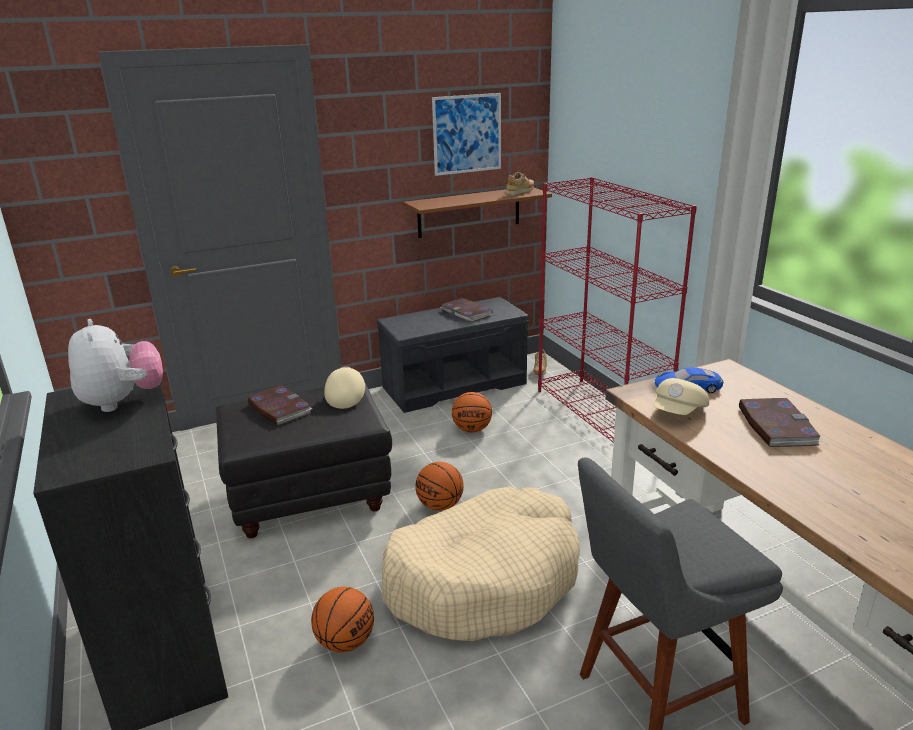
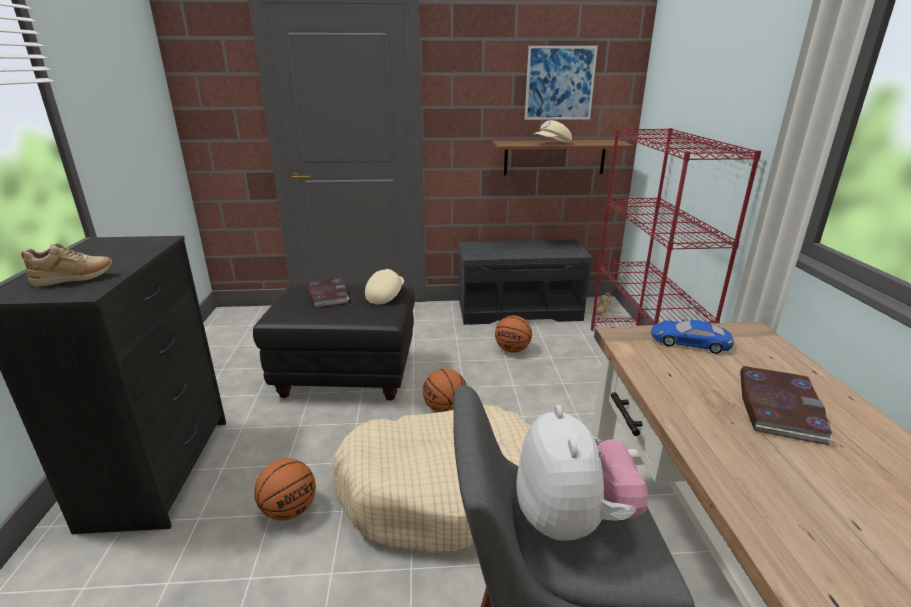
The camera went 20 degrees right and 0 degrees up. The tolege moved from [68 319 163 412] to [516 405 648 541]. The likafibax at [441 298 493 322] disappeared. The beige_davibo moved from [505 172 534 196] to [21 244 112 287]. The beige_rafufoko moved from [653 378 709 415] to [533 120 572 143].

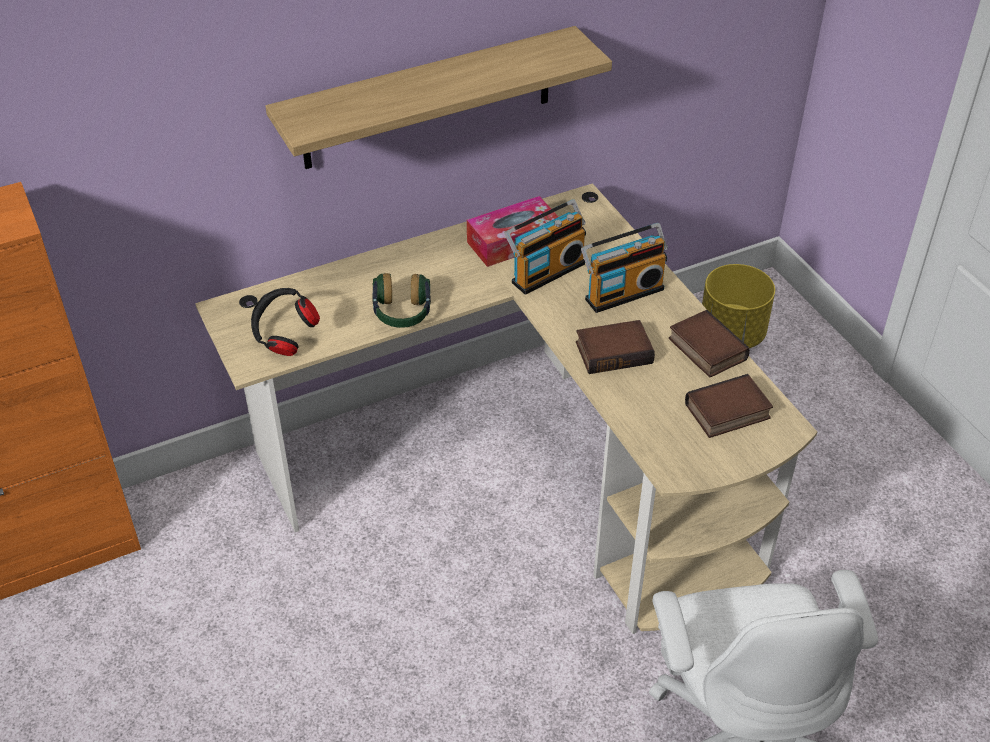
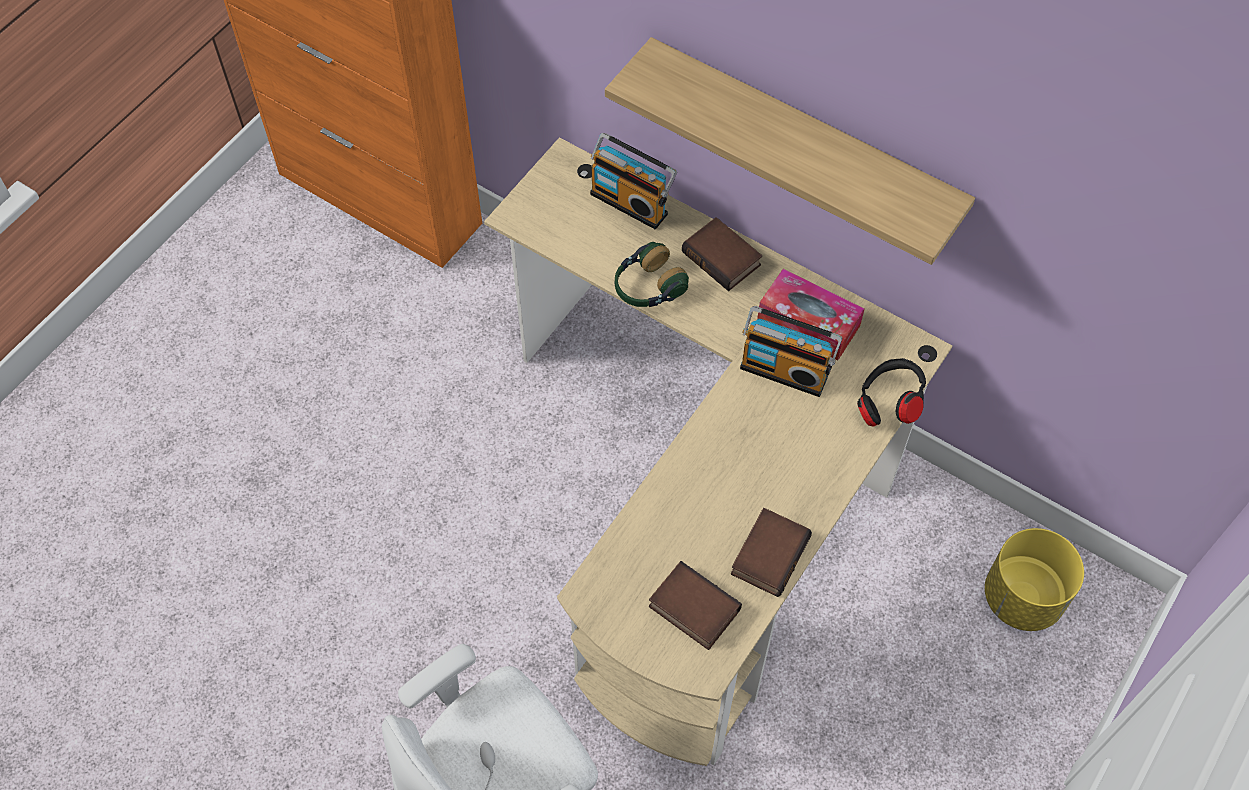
The camera went 60 degrees right and 15 degrees up. The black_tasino moved from [251 288 320 356] to [857 358 926 427]. The likafibax moved from [576 320 655 374] to [682 217 762 291]. The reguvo moved from [581 223 668 313] to [590 133 677 229].

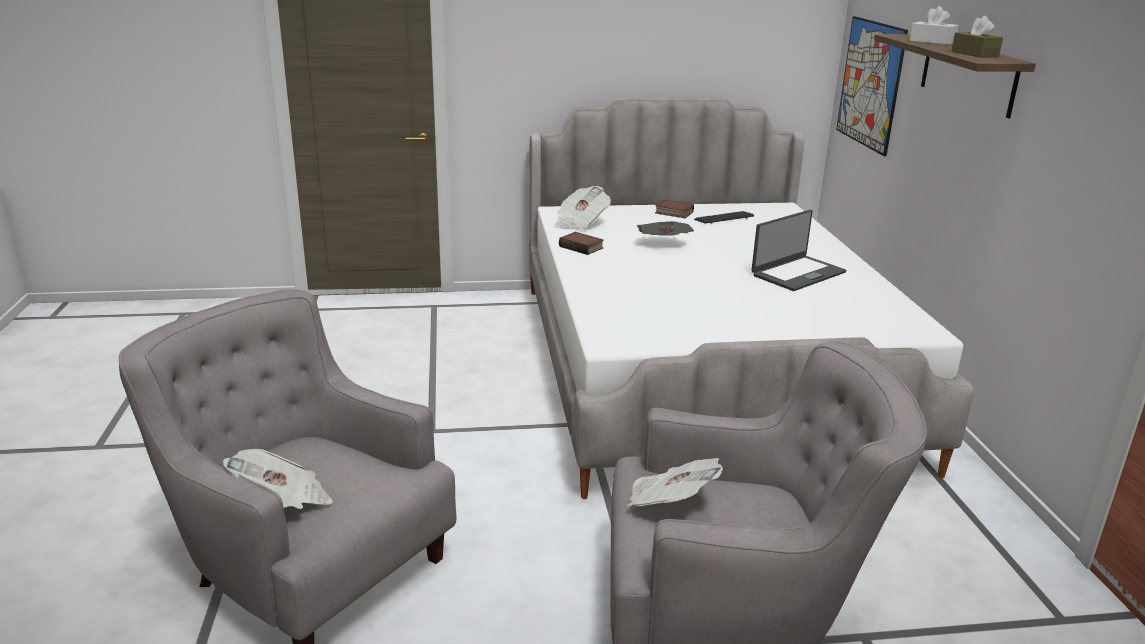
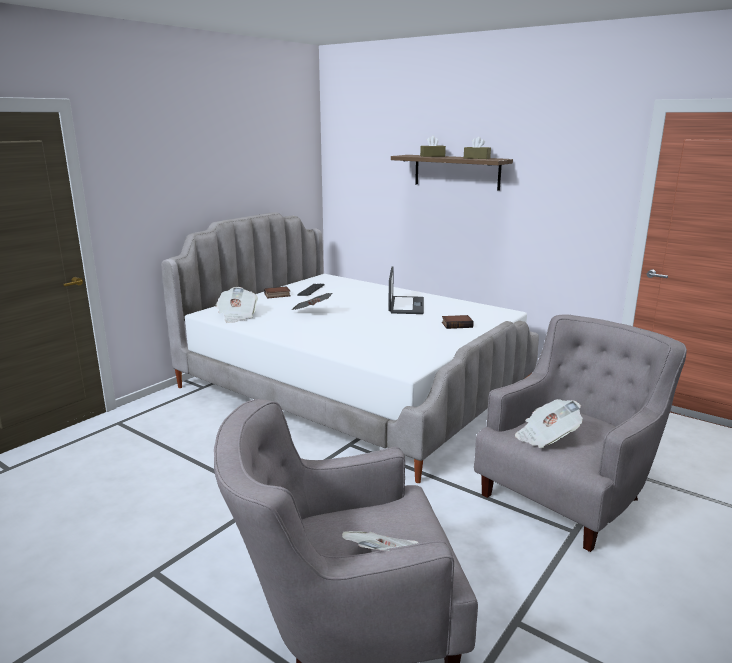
The camera went 45 degrees left and 5 degrees down. The likafibax moved from [559 232 604 255] to [442 315 473 329]. The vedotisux at [836 16 908 157] disappeared. The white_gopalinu at [910 6 959 45] became the brown_gopalinu at [420 136 446 157].

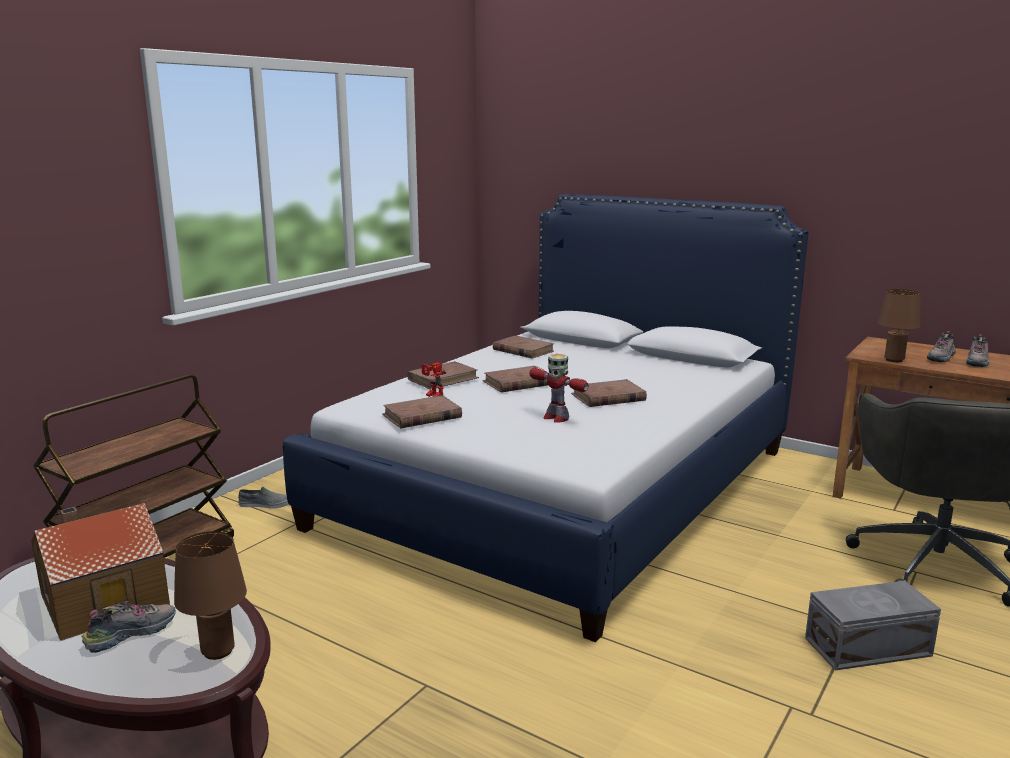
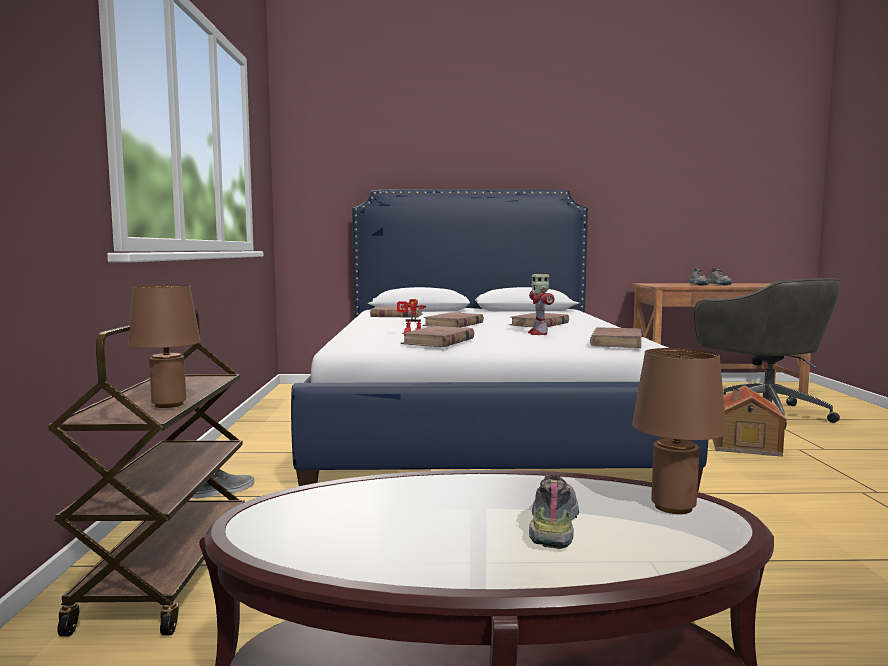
The camera went 35 degrees left and 10 degrees down. The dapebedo moved from [31 503 170 641] to [713 385 787 457]. The brown_likafibax moved from [407 361 479 390] to [590 327 642 348]. The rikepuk at [529 354 589 423] turned 75 degrees clockwise. The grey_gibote at [805 581 941 671] disappeared. The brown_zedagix moved from [877 289 920 362] to [128 285 201 408].

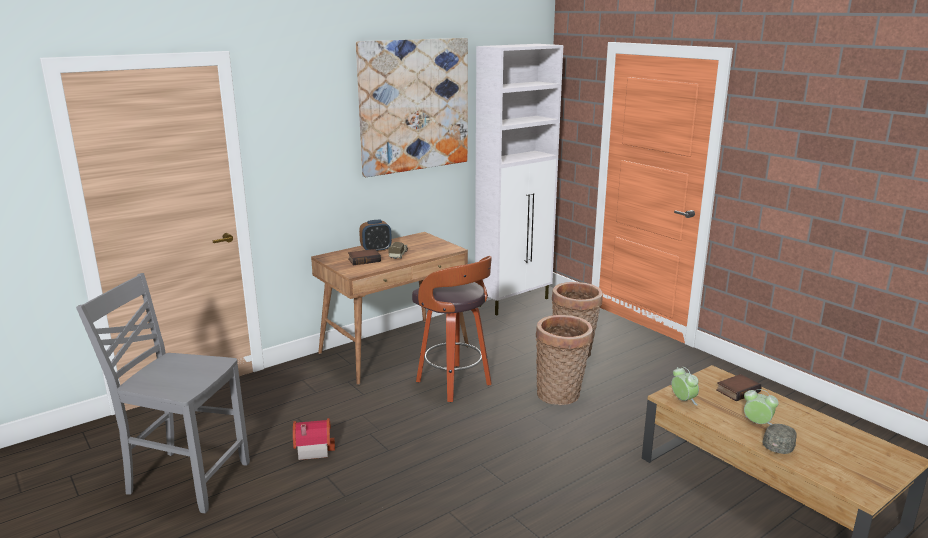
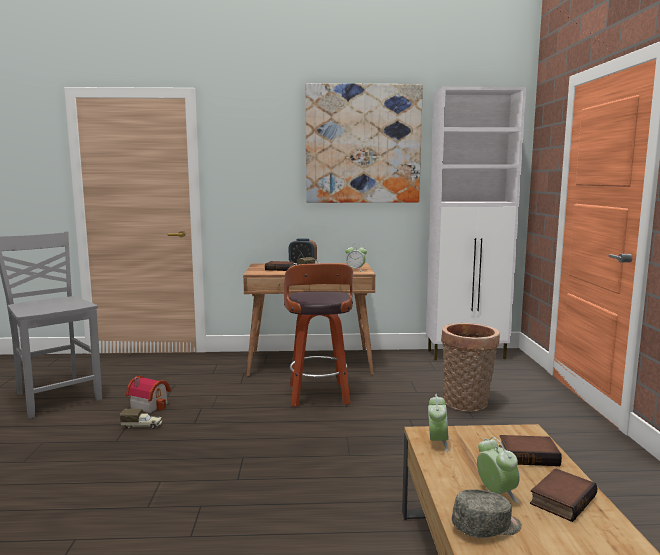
The camera went 35 degrees right and 10 degrees down. The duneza at [536 315 593 405] disappeared. The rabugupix at [120 409 162 429] appeared. The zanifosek at [345 246 367 272] appeared. The likafibax at [530 468 597 522] appeared.

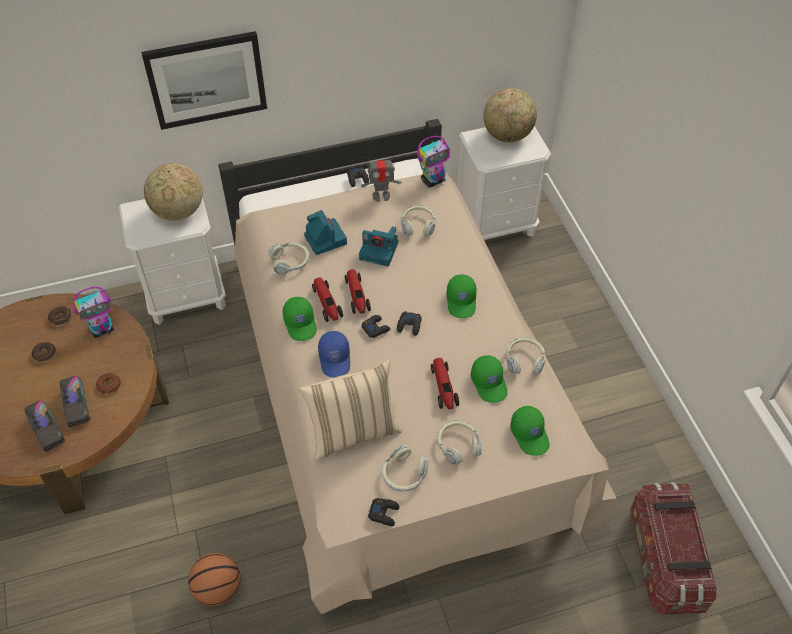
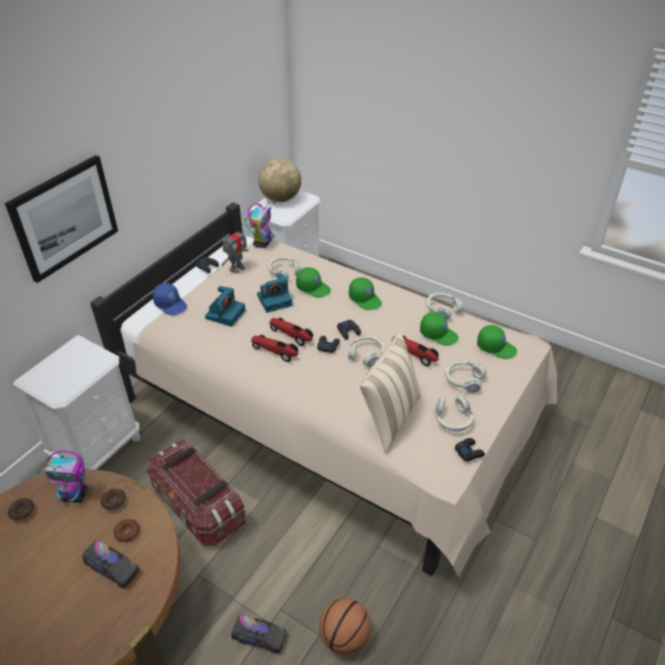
The camera went 40 degrees left and 10 degrees down. The rabugupix moved from [25 400 65 452] to [231 614 287 654]. The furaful moved from [32 342 56 363] to [100 489 126 511]. The rikepuk at [73 287 114 338] turned 75 degrees clockwise. The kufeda at [144 163 203 221] disappeared. The tasino moved from [268 242 310 275] to [348 335 385 367]. The green_rafufoko moved from [283 296 316 341] to [296 267 331 298]. The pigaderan at [304 210 347 255] turned 90 degrees clockwise. The blue_rafufoko moved from [318 331 350 378] to [153 283 187 316]. The gibote moved from [630 482 716 614] to [147 439 246 546].

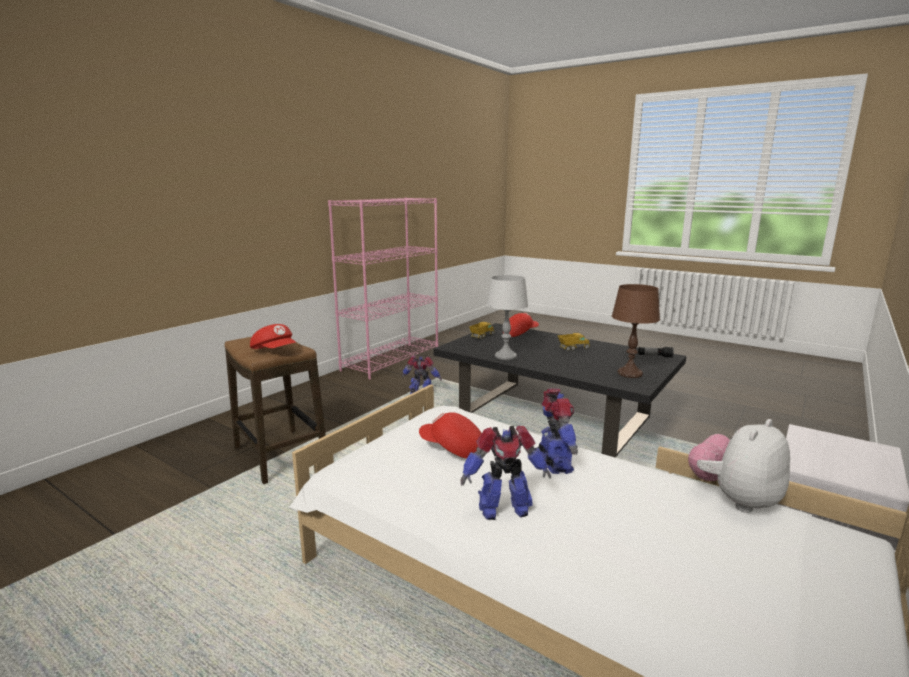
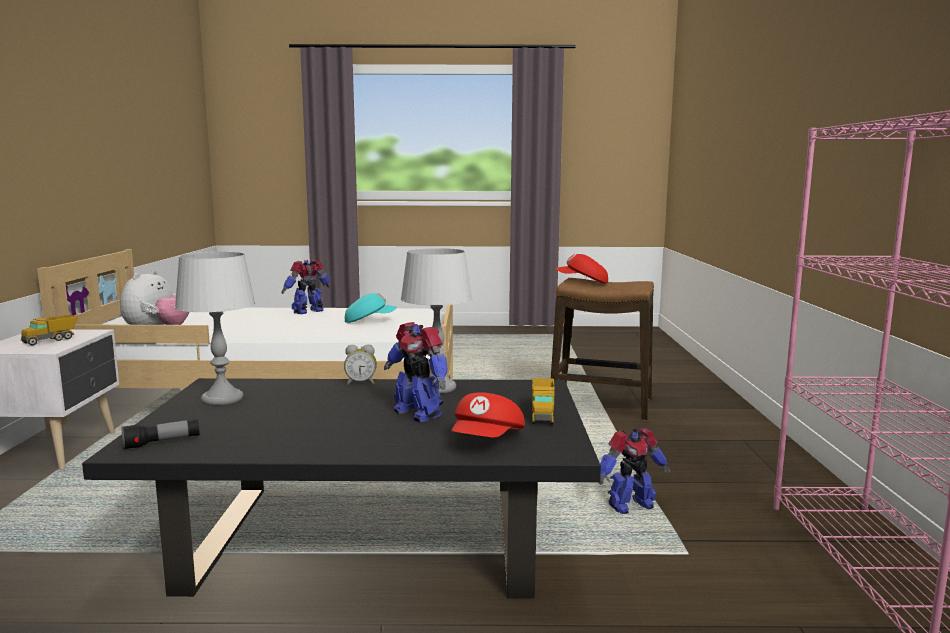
The camera went 145 degrees right and 5 degrees down. The red_rafufoko at [419 412 482 459] became the turquoise_rafufoko at [345 293 397 323]. The rikepuk moved from [537 388 578 474] to [384 322 448 422]. The rabugupix moved from [557 333 590 351] to [21 315 78 345]. The brown_zedagix at [612 284 660 378] became the grey_zedagix at [175 252 255 405]. The zanifosek at [344 344 377 385] appeared.

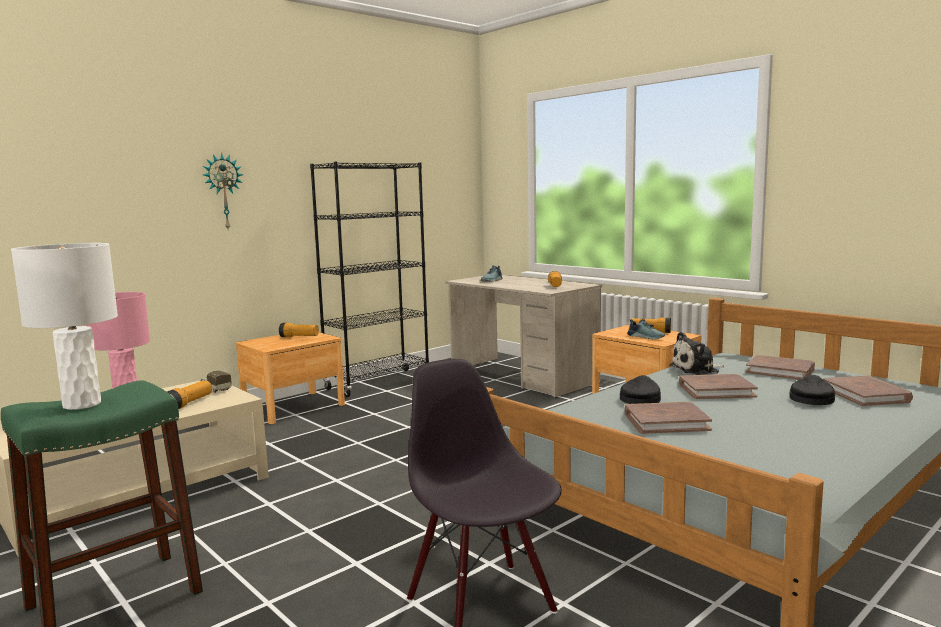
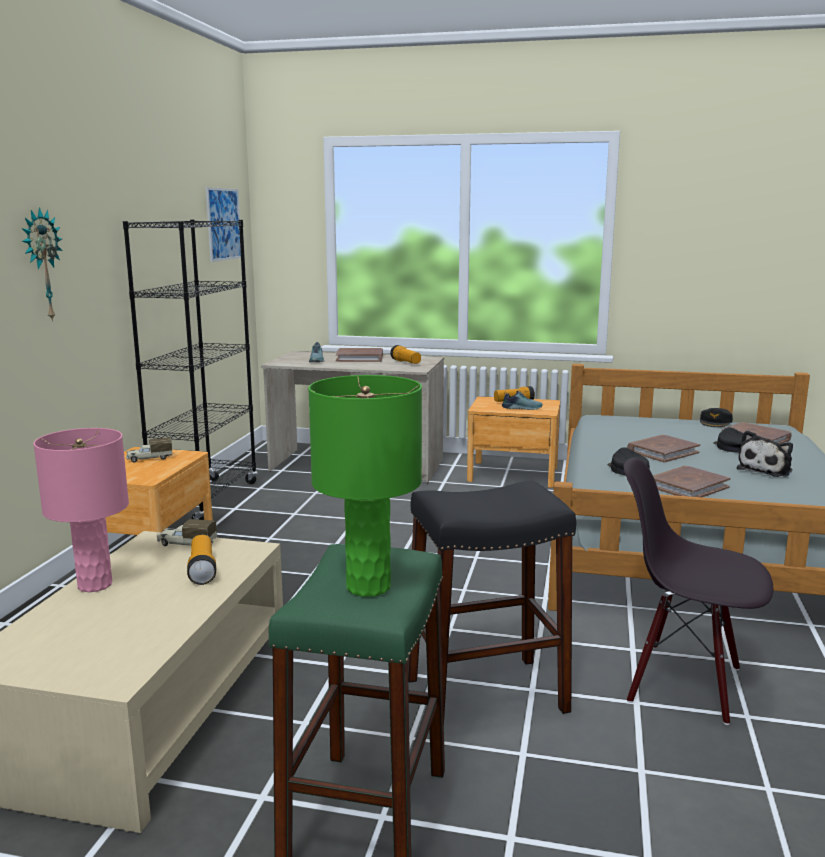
The camera went 35 degrees left and 5 degrees up. The white_zedagix at [11 243 118 410] became the green_zedagix at [308 375 422 597]. The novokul at [279 323 319 337] was replaced by the rabugupix at [126 438 173 462]. The tolege moved from [669 332 724 375] to [737 430 793 477]. The brown_likafibax moved from [746 355 815 380] to [336 348 383 362]. The vedotisux at [206 187 241 262] appeared. The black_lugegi at [408 481 576 718] appeared. The black_rafufoko at [700 408 733 427] appeared.

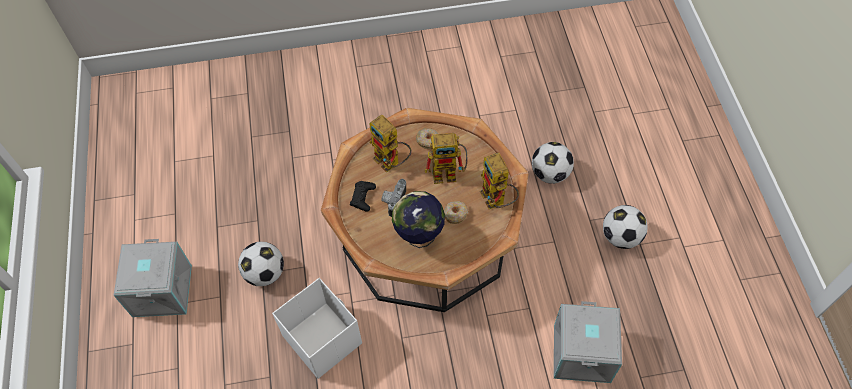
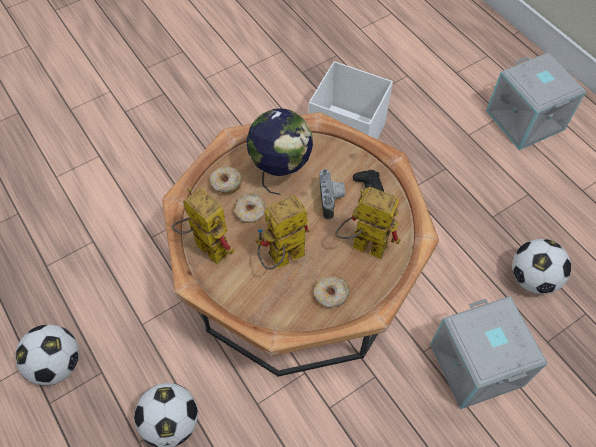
The camera went 155 degrees right and 0 degrees up. The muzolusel moved from [238 242 284 286] to [512 239 571 294]. The grey_gibote moved from [554 301 622 383] to [430 296 548 409]. The furaful at [210 167 242 194] appeared.

